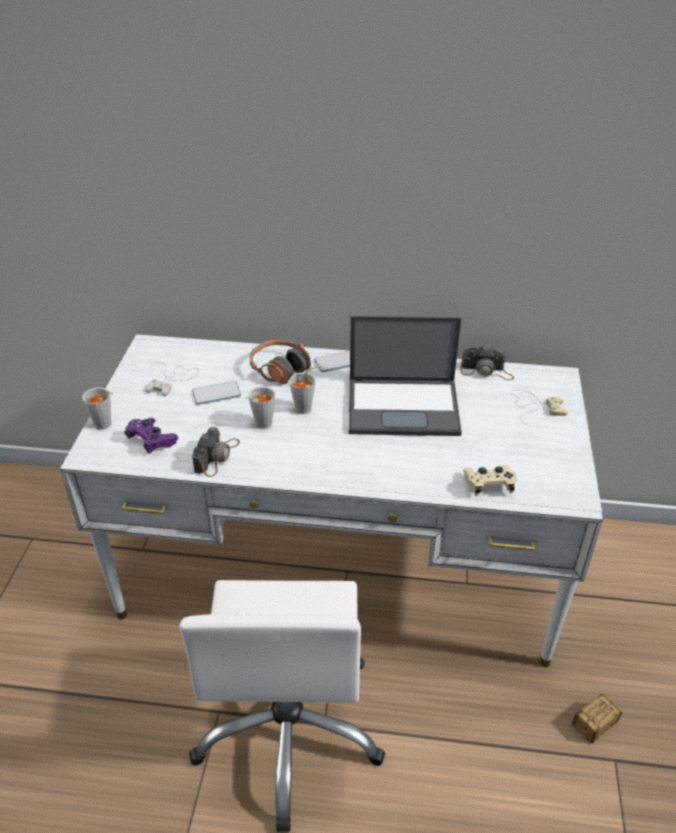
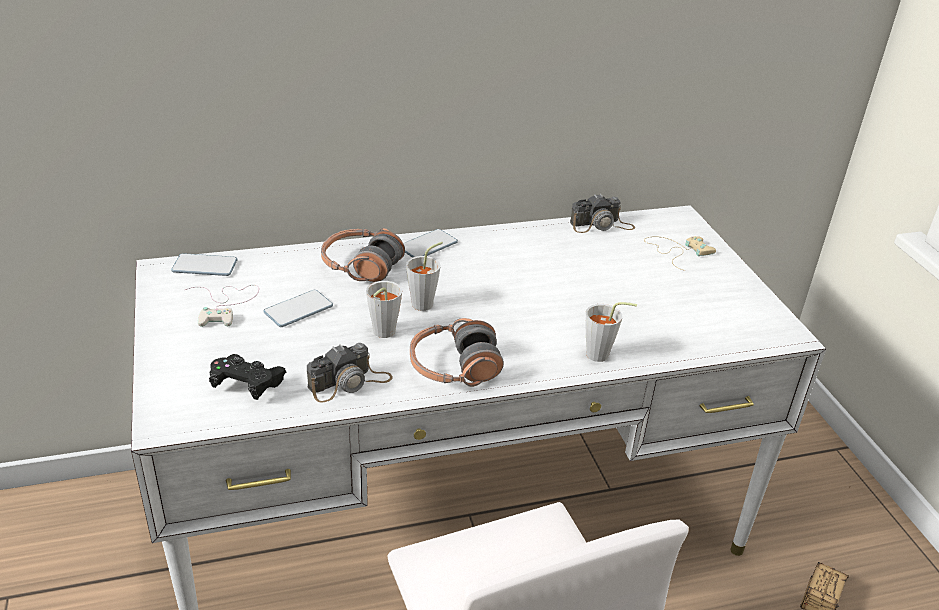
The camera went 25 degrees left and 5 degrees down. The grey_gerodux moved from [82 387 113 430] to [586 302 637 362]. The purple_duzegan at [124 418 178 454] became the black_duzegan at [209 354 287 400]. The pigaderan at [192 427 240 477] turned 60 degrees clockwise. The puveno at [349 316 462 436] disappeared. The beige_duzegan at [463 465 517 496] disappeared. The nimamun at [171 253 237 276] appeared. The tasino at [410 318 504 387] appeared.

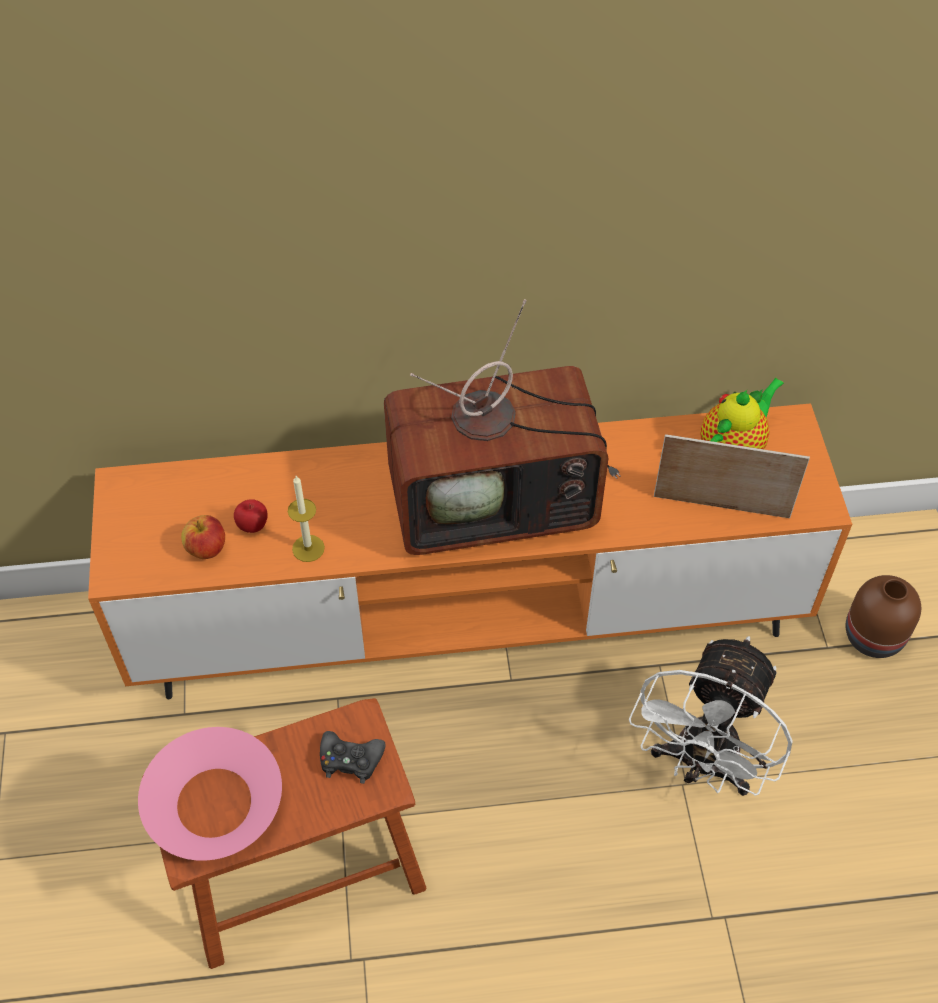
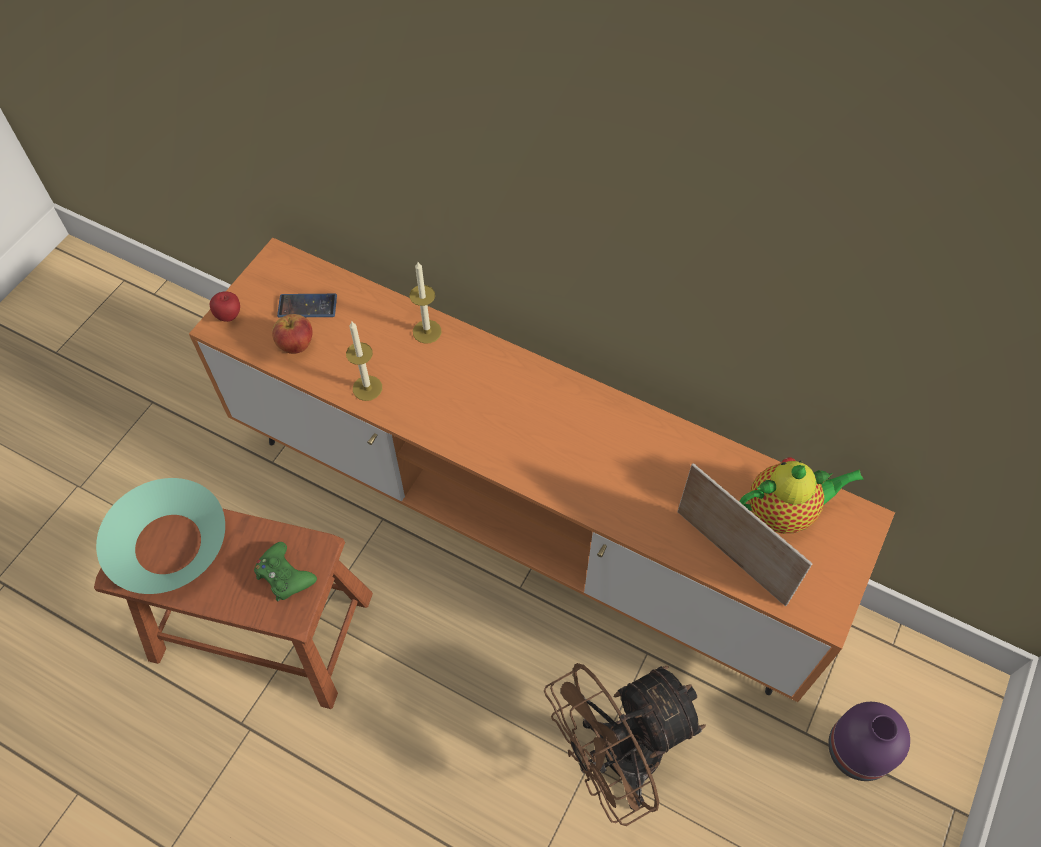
The camera went 35 degrees right and 5 degrees up. The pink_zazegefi at [138 727 282 861] became the turquoise_zazegefi at [96 478 225 594]. The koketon moved from [234 499 268 533] to [210 291 240 322]. The black_duzegan at [320 731 386 784] became the green_duzegan at [254 542 317 601]. The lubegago at [384 299 621 555] disappeared. The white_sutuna at [629 636 793 796] became the brown_sutuna at [544 663 706 826]. The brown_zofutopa at [846 575 921 658] became the purple_zofutopa at [828 702 910 781]. The nimamun at [277 294 337 318] appeared. The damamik at [410 262 441 344] appeared.

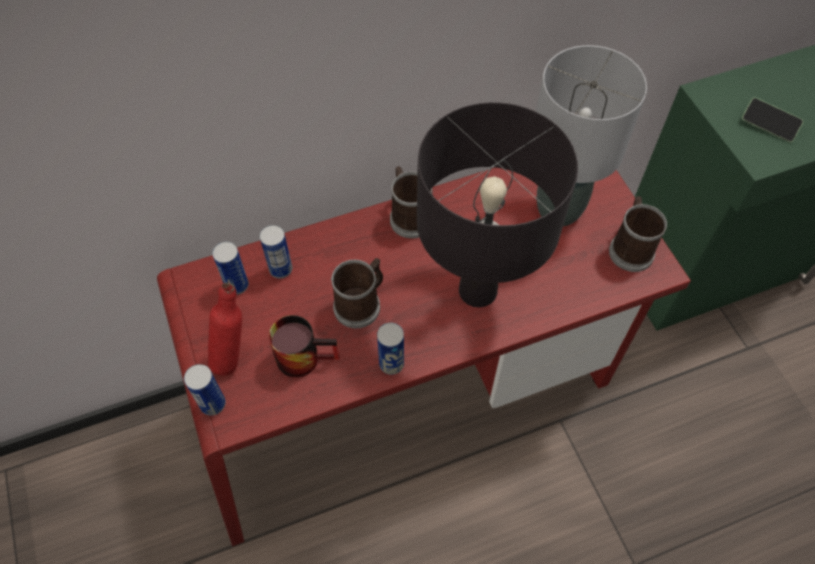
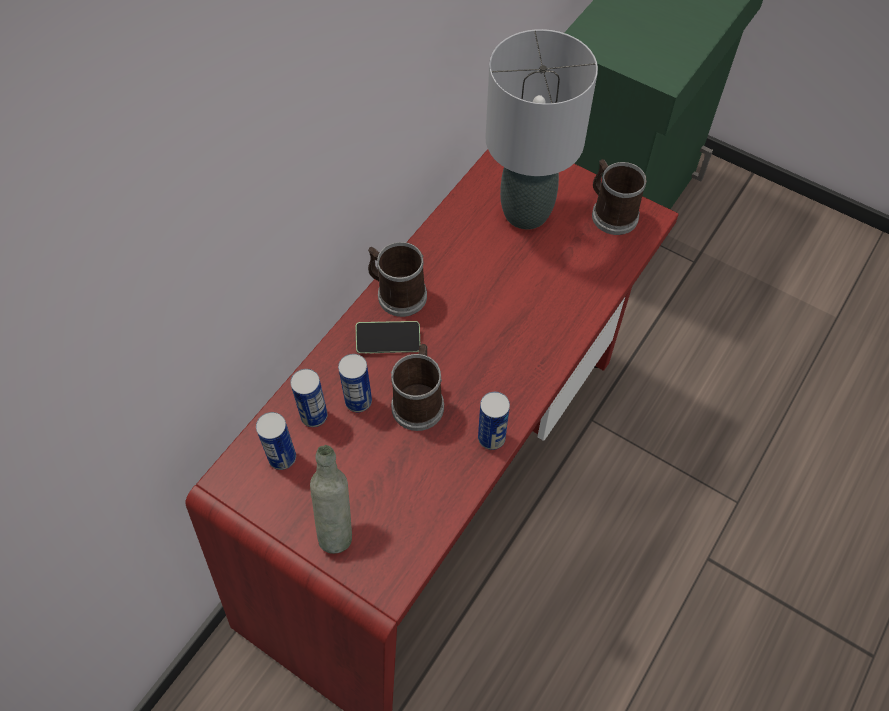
The camera went 35 degrees left and 0 degrees up. The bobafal moved from [184 364 226 416] to [338 354 372 412]. The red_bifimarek at [208 282 242 375] became the grey_bifimarek at [310 445 352 554]. The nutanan at [269 315 340 378] disappeared. The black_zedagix at [417 102 578 307] disappeared. The nimamun moved from [742 98 803 142] to [356 321 420 354].

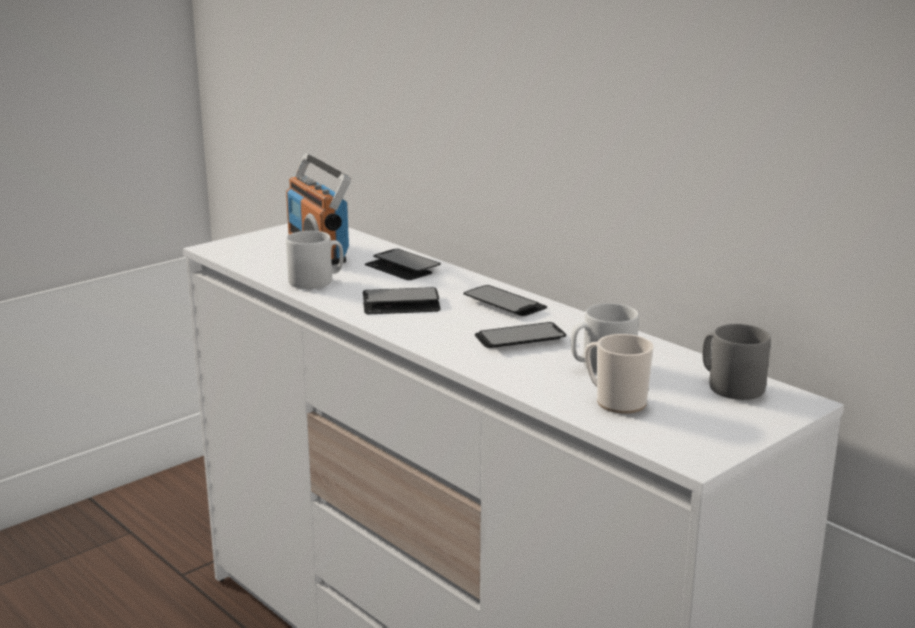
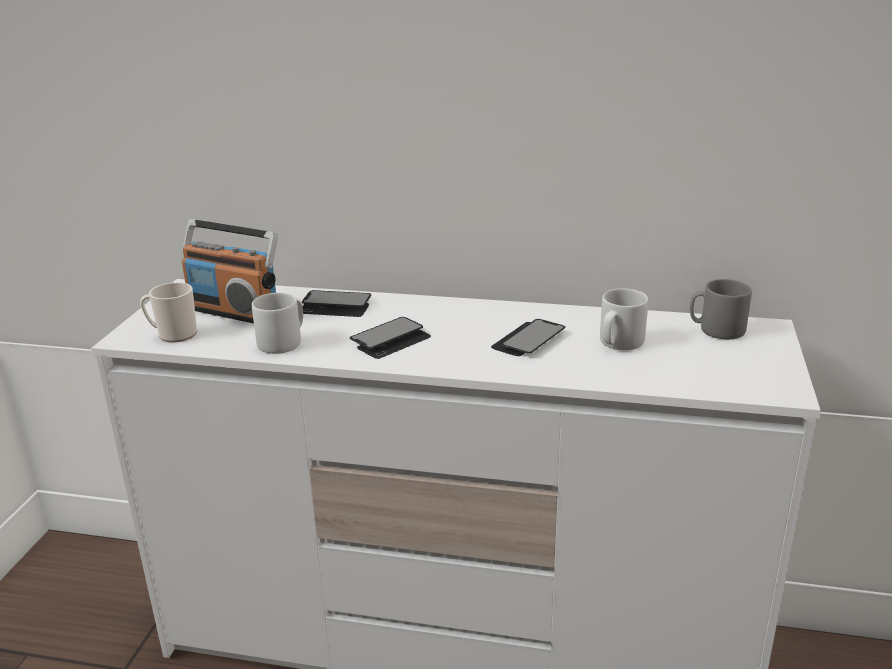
The camera went 35 degrees left and 5 degrees up. The nimamun at [463 285 547 316] disappeared. The nutanan moved from [585 334 654 413] to [140 282 197 343].

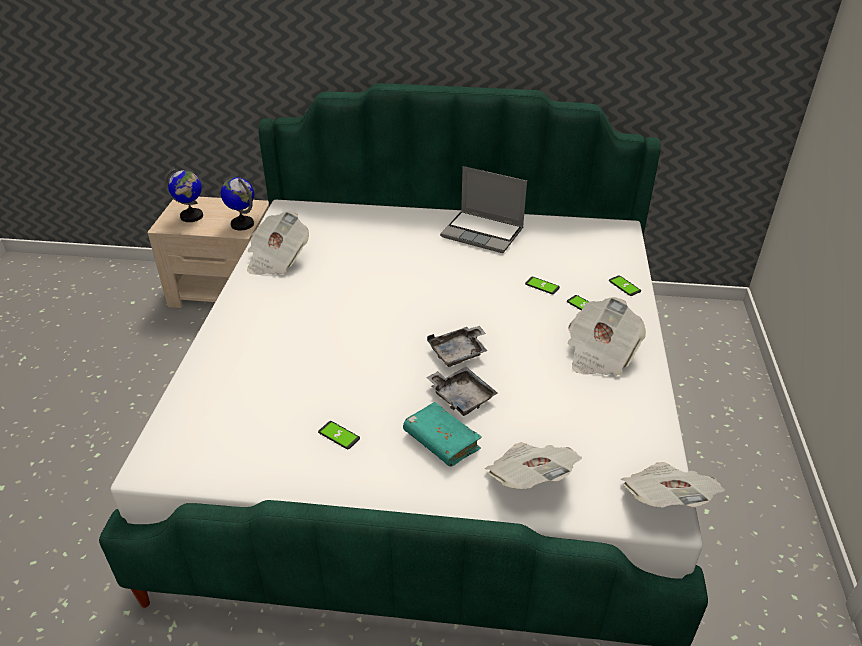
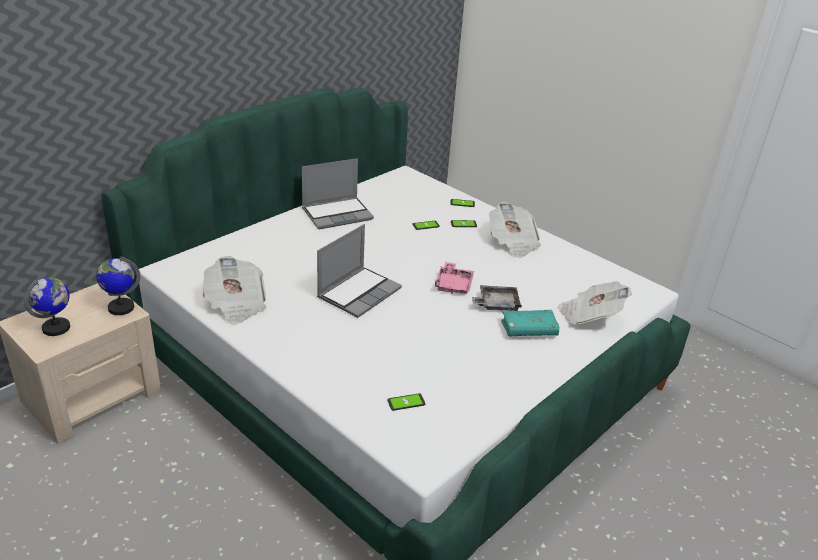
The camera went 55 degrees left and 5 degrees down. The nimamun moved from [318 421 360 449] to [387 393 425 411]. The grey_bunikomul at [427 326 487 367] became the pink_bunikomul at [435 262 474 294]. The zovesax at [621 462 725 508] disappeared. The puveno at [317 224 402 318] appeared.

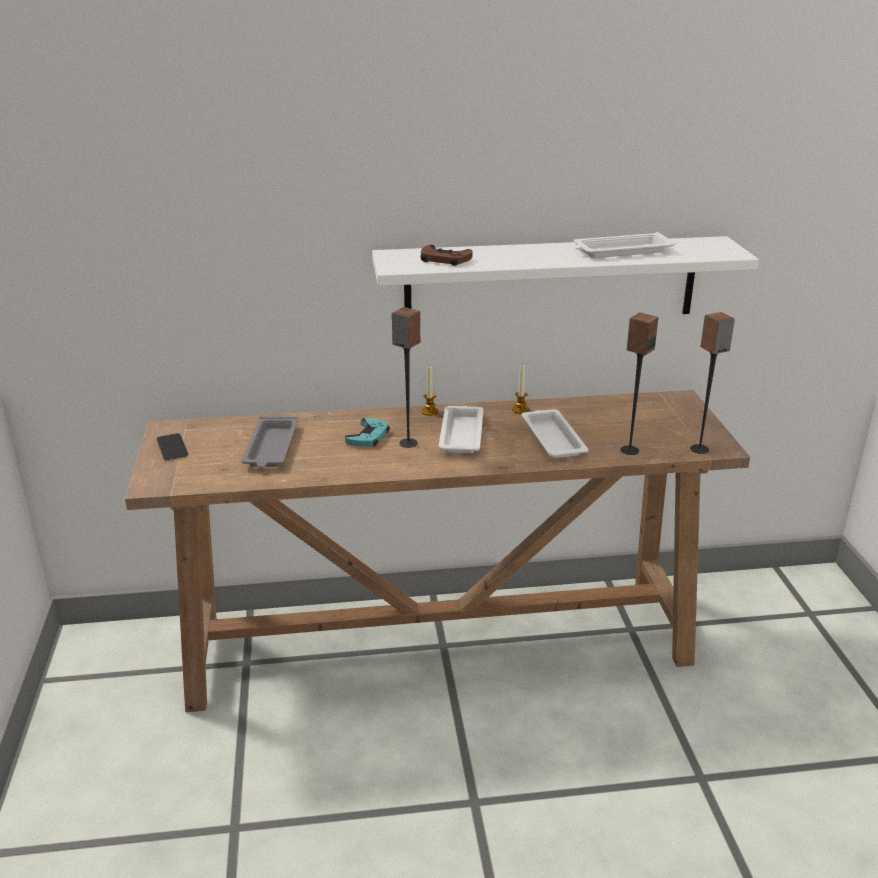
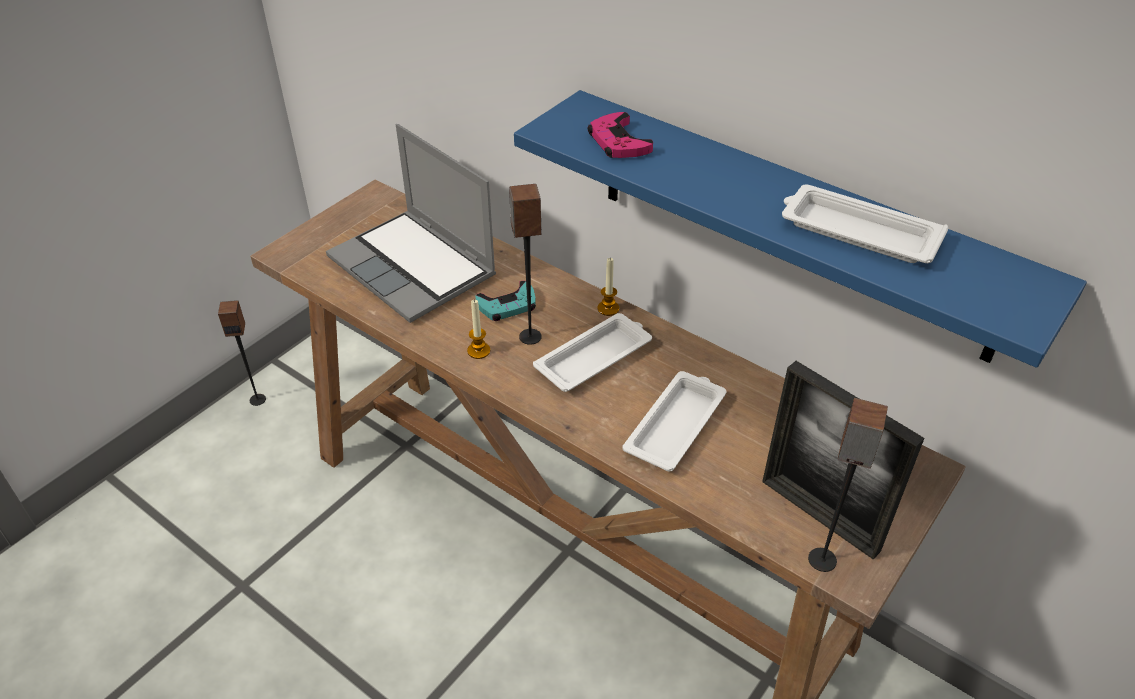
The camera went 45 degrees right and 15 degrees up. The nimamun at [157 433 188 460] disappeared. The grey_bunikomul at [241 416 298 468] was replaced by the puveno at [326 124 496 323]. The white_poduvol at [372 236 759 314] became the blue_poduvol at [514 90 1087 368]. The brown_duzegan at [420 245 472 266] became the pink_duzegan at [588 112 653 158]. The damamik moved from [512 364 529 414] to [467 299 490 359]. The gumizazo moved from [621 313 658 455] to [218 300 266 406]. The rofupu at [762 361 924 559] appeared.

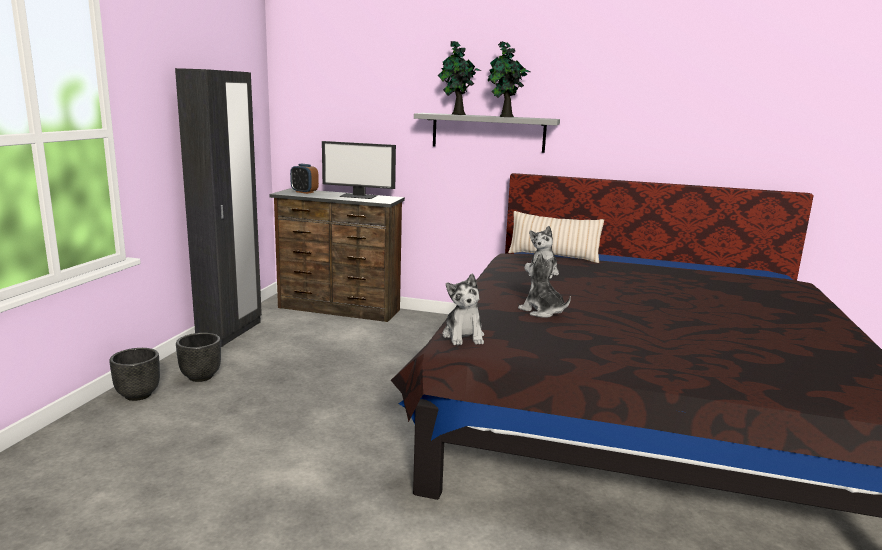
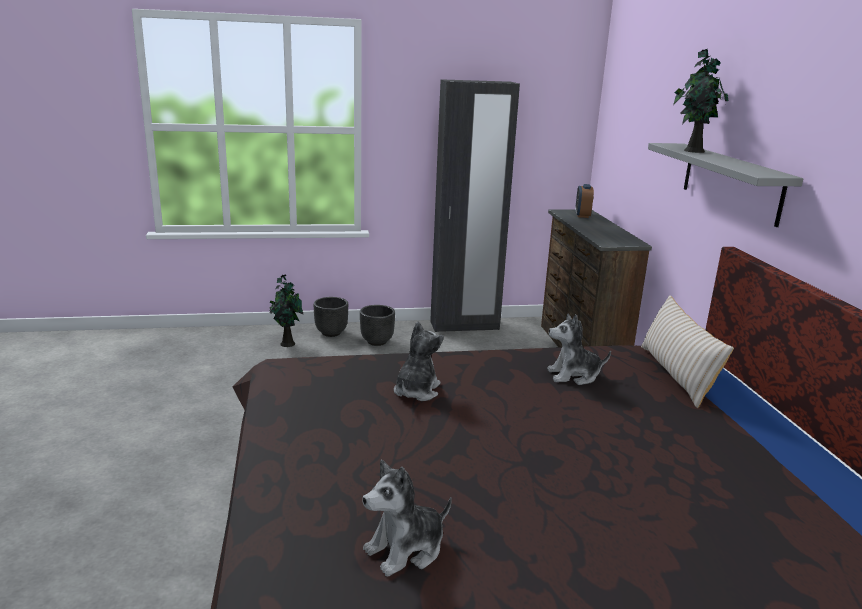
The camera went 65 degrees right and 5 degrees up. The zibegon at [322 141 396 199] disappeared. The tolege moved from [443 274 484 345] to [362 460 452 577]. The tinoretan moved from [487 41 531 117] to [269 274 304 347].

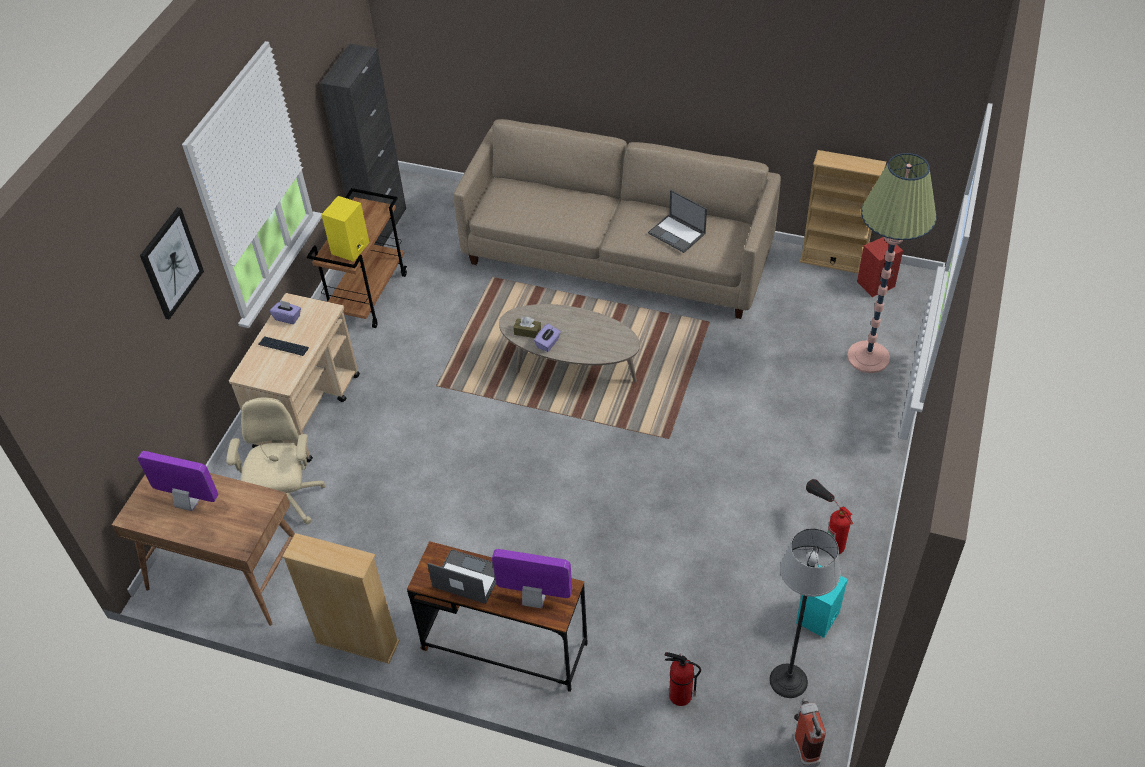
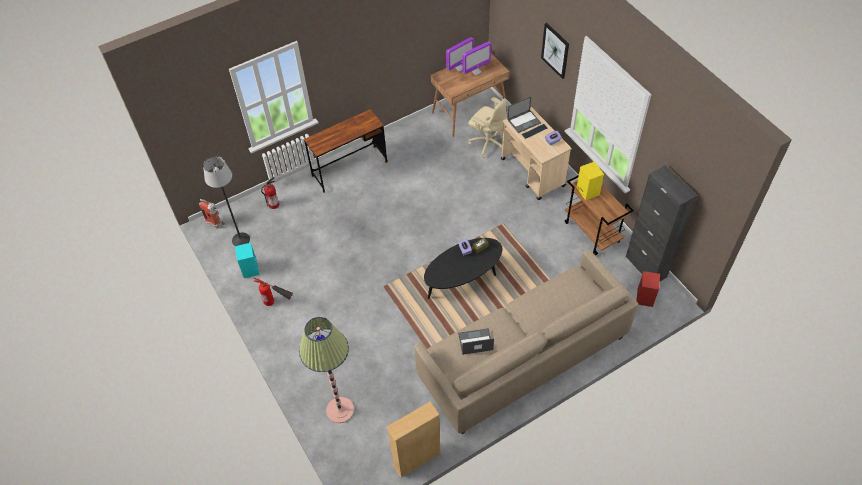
The camera went 130 degrees right and 5 degrees up. The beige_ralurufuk at [282 533 400 664] disappeared. The puveno moved from [427 549 496 604] to [507 97 541 133]. The zibegon moved from [492 549 572 609] to [446 37 474 72]. The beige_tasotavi at [499 304 640 383] became the black_tasotavi at [424 238 502 299]. The red_gumizazo moved from [857 237 903 297] to [636 271 660 307].

